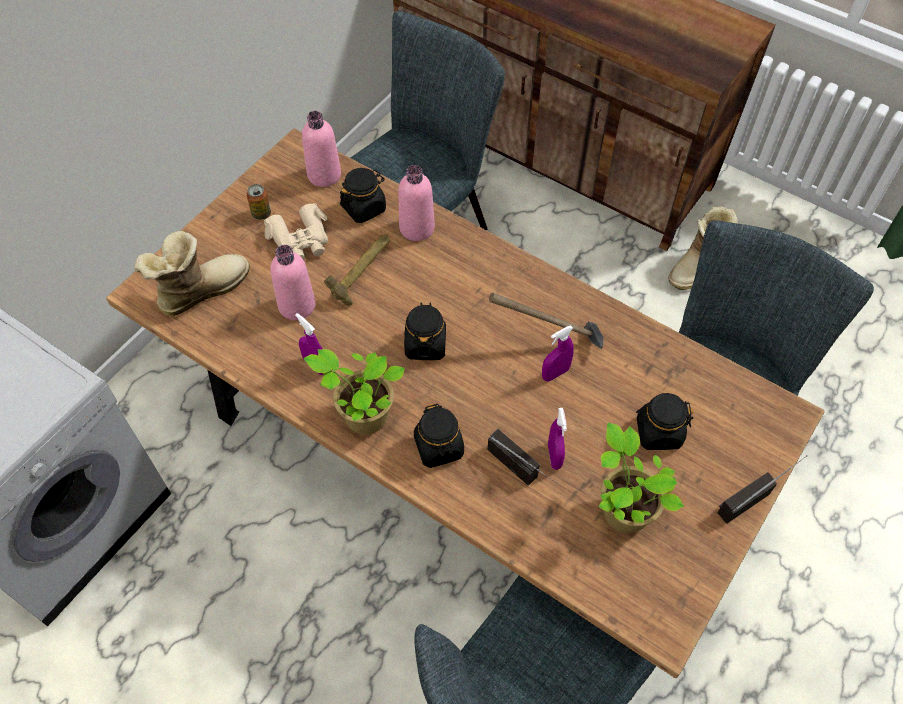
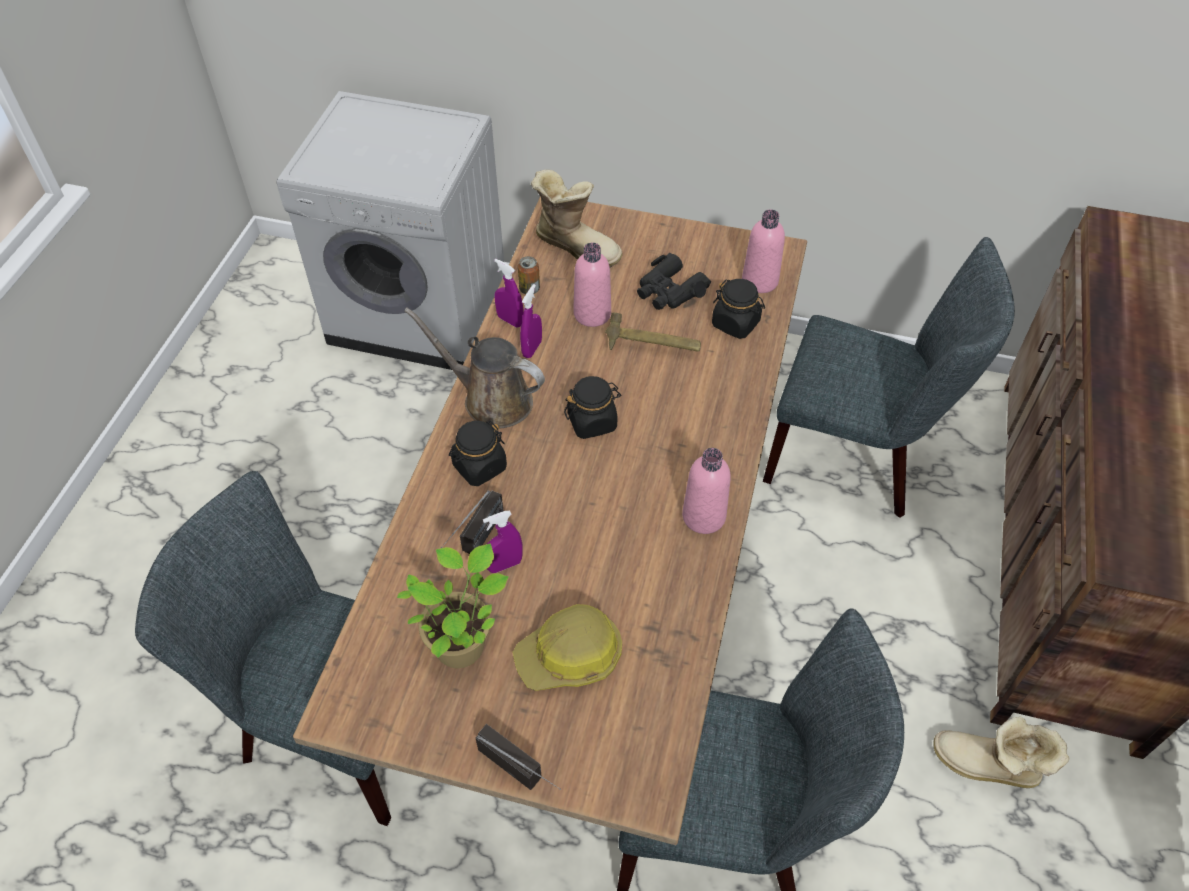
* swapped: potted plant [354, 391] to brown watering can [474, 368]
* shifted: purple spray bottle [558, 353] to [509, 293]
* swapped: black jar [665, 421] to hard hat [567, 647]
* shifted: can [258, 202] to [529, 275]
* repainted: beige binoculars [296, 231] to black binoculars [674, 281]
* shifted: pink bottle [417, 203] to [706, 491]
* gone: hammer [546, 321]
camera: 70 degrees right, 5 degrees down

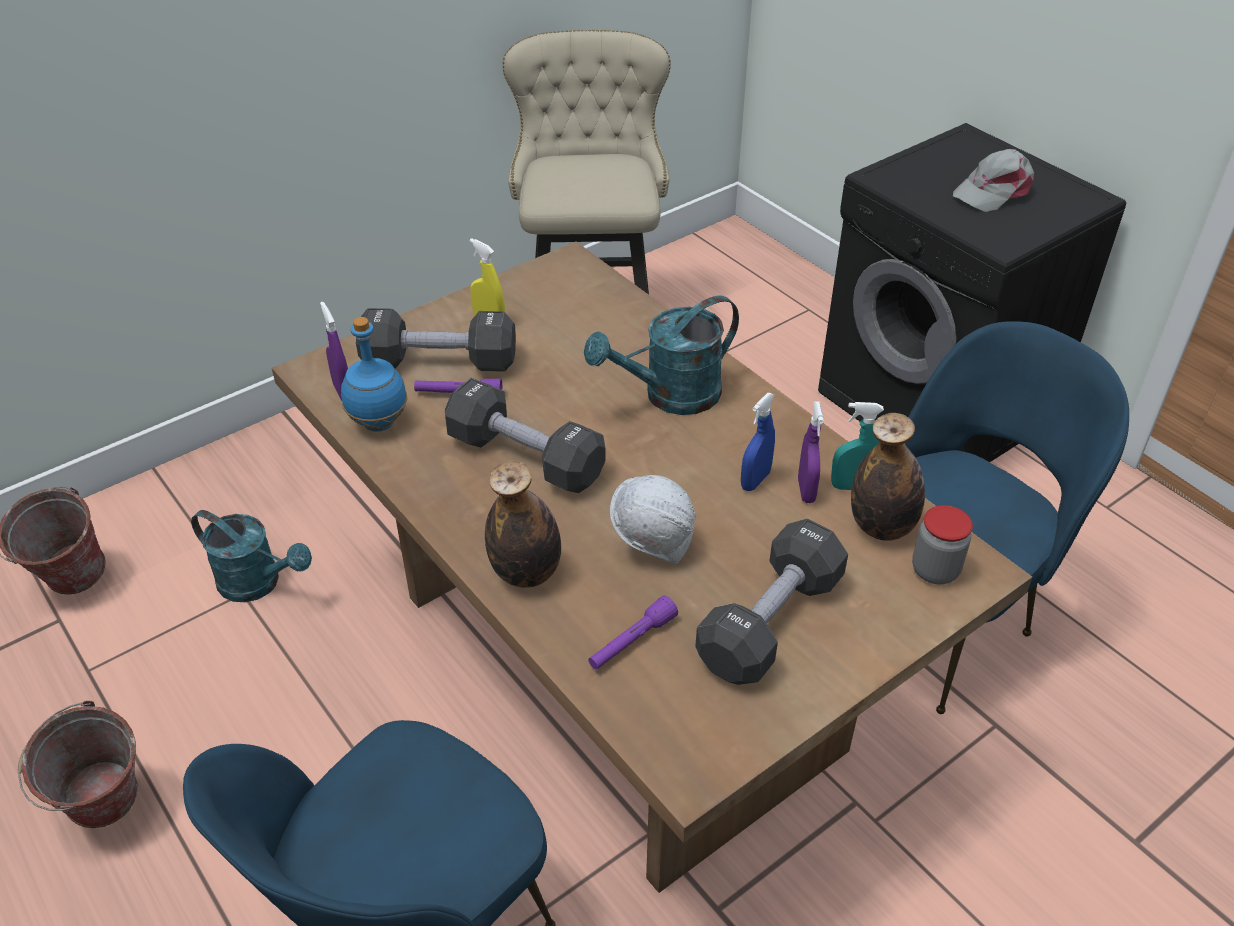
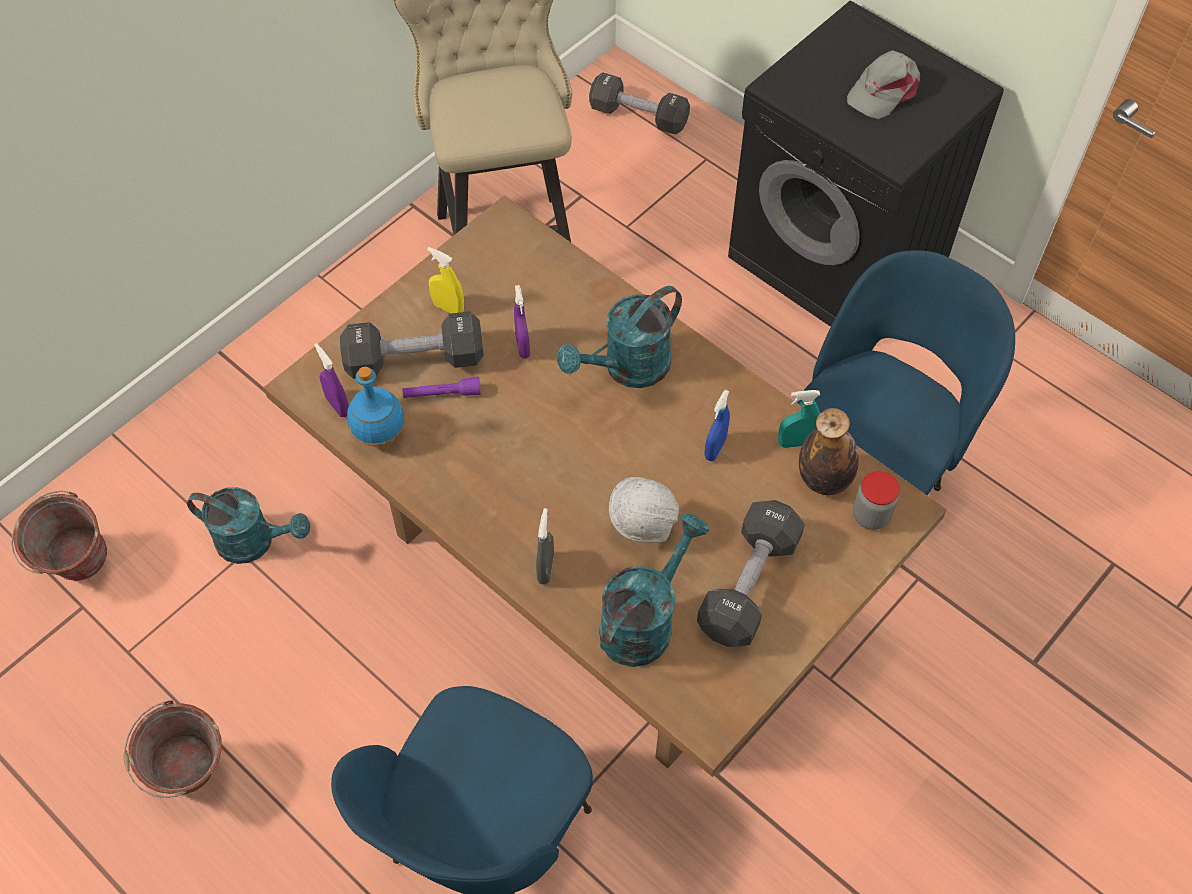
* shifted: purple spray bottle [811, 452] to [522, 322]
* swapped: bottle [523, 524] to grey spray bottle [545, 546]
* shifted: black dumbbell [525, 435] to [639, 103]
* swapped: purple flashlight [633, 632] to turquoise watering can [654, 590]
camera: 10 degrees left, 15 degrees up

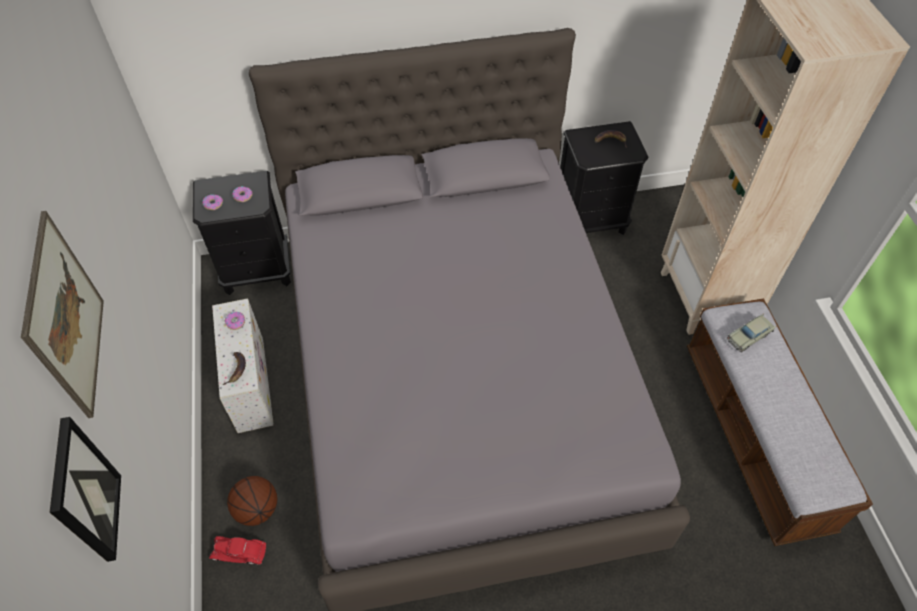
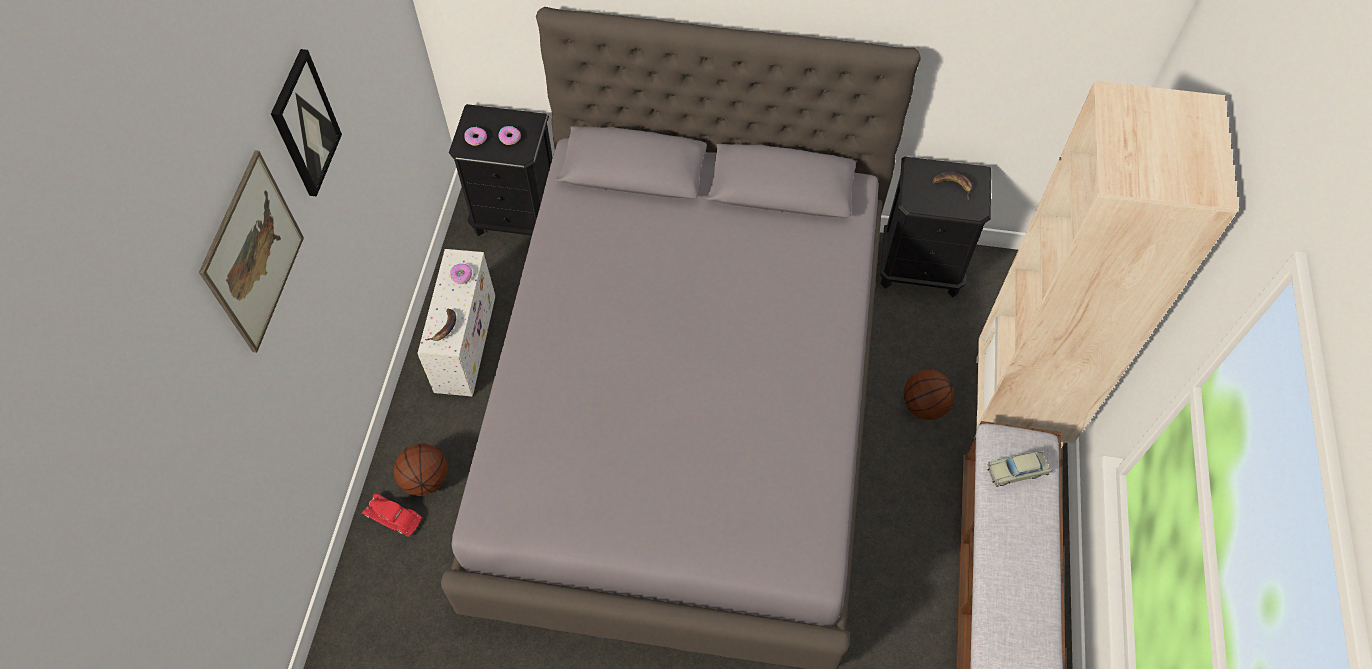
* shifted: picture [85, 489] to [306, 123]
* new: basketball [929, 394]
camera: 20 degrees right, 5 degrees up

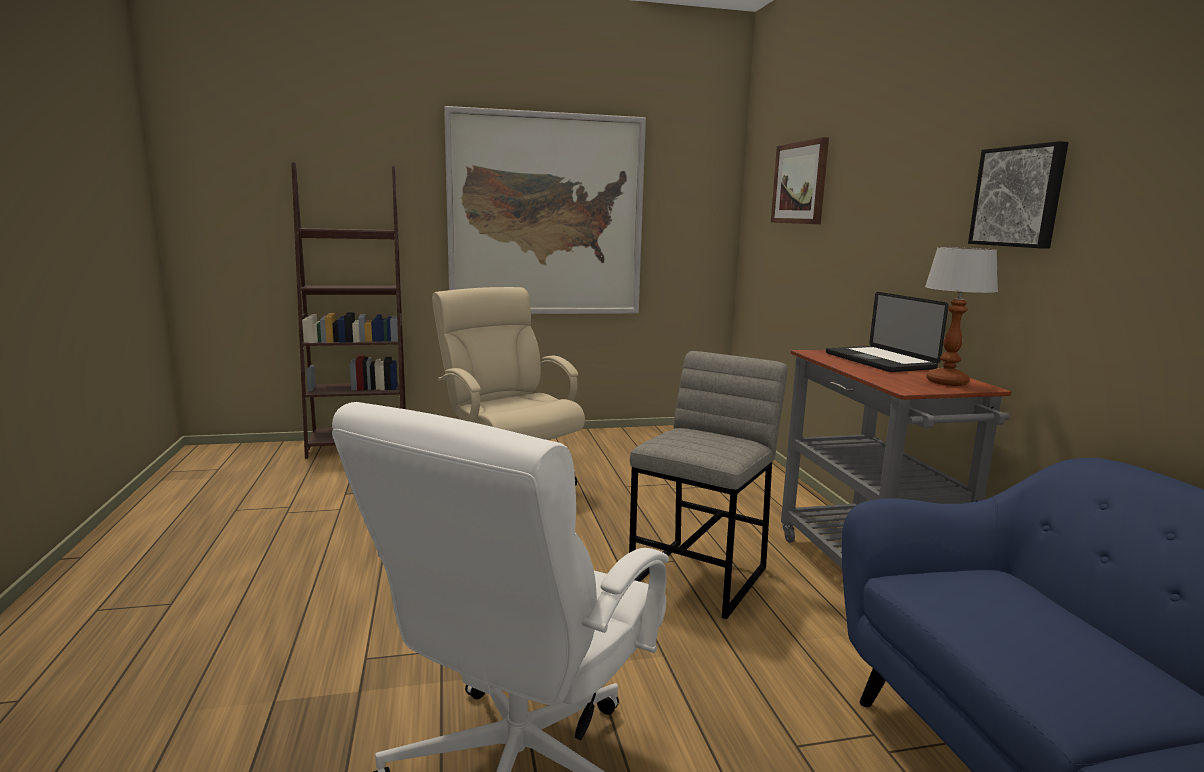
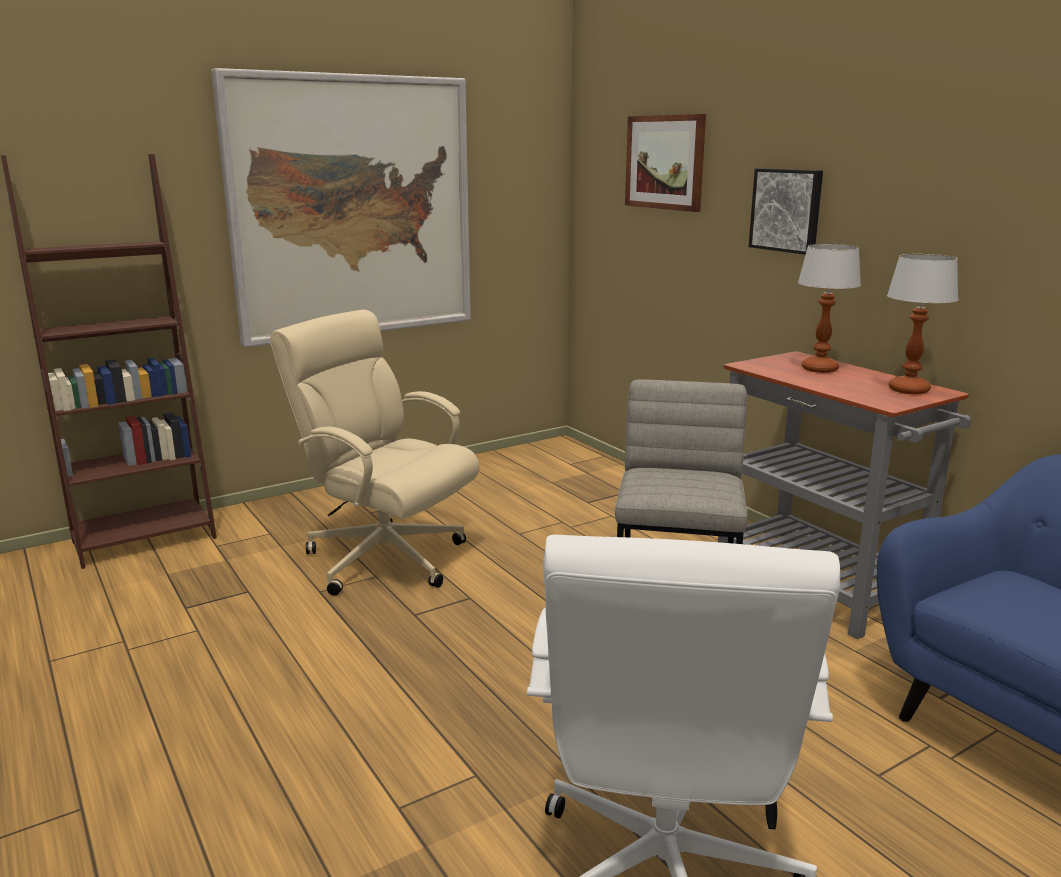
* shifted: picture [1018, 195] to [786, 211]
* swapped: laptop [887, 332] to table lamp [829, 308]
camera: 20 degrees left, 5 degrees up

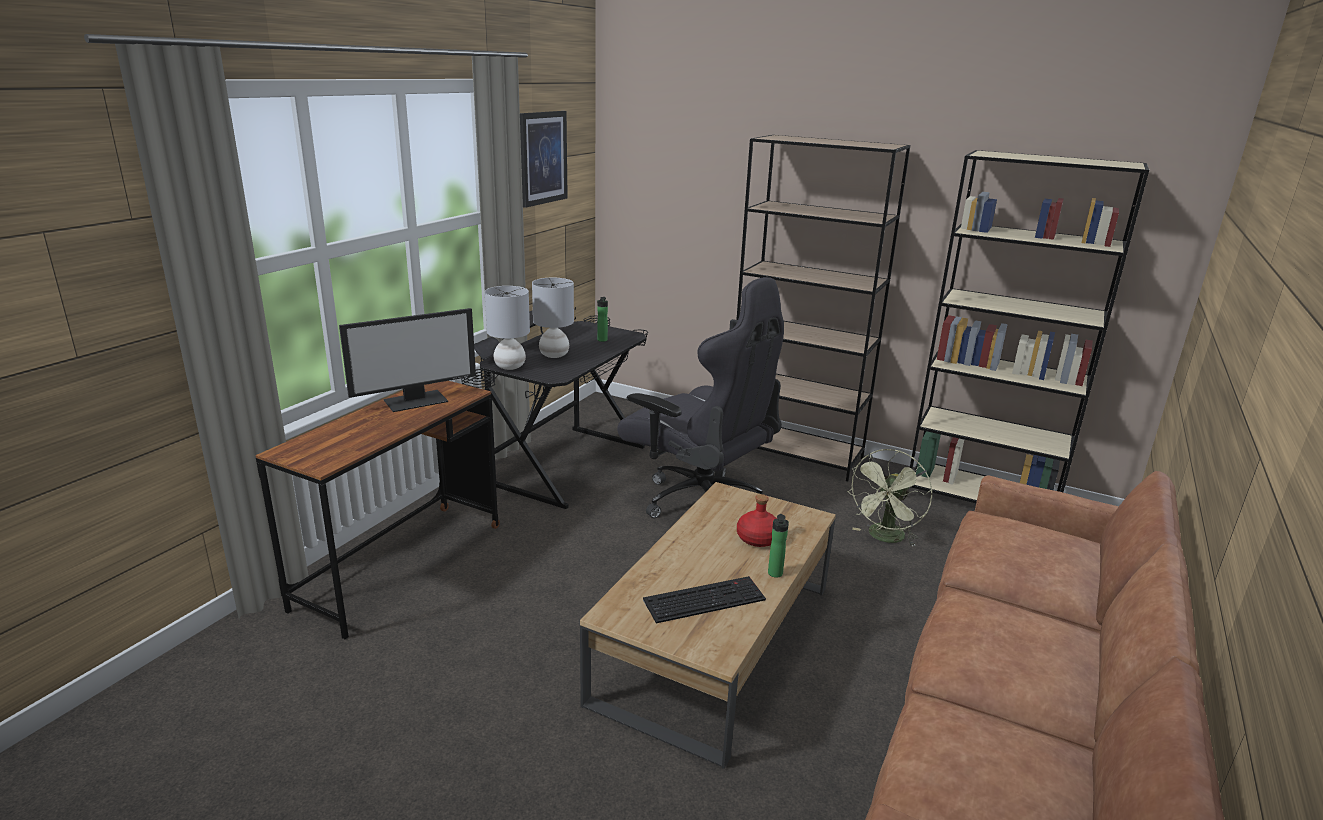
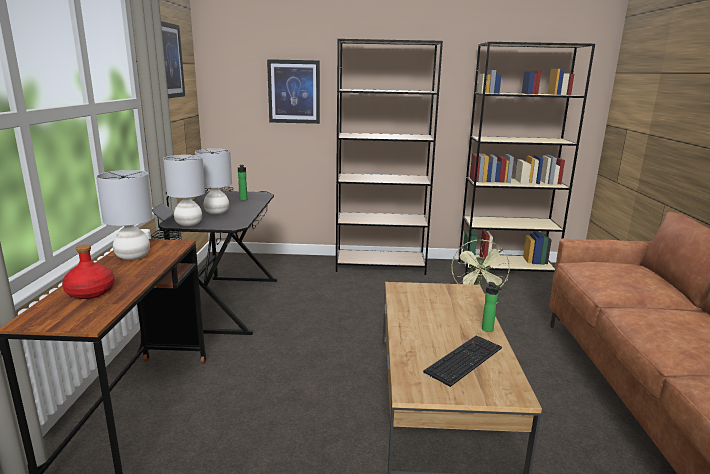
* shifted: red bottle [757, 520] to [88, 271]
* swapped: monitor [407, 360] to grey table lamp [124, 215]
* new: picture [293, 91]
* gone: black office chair [700, 397]
camera: 25 degrees left, 5 degrees down

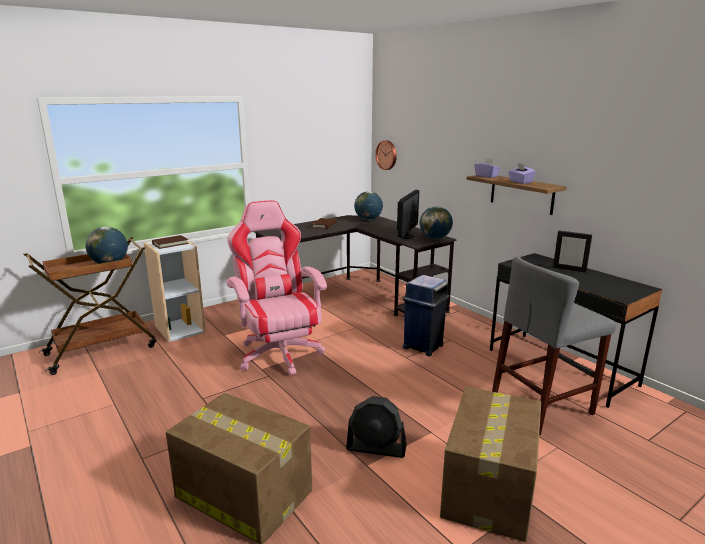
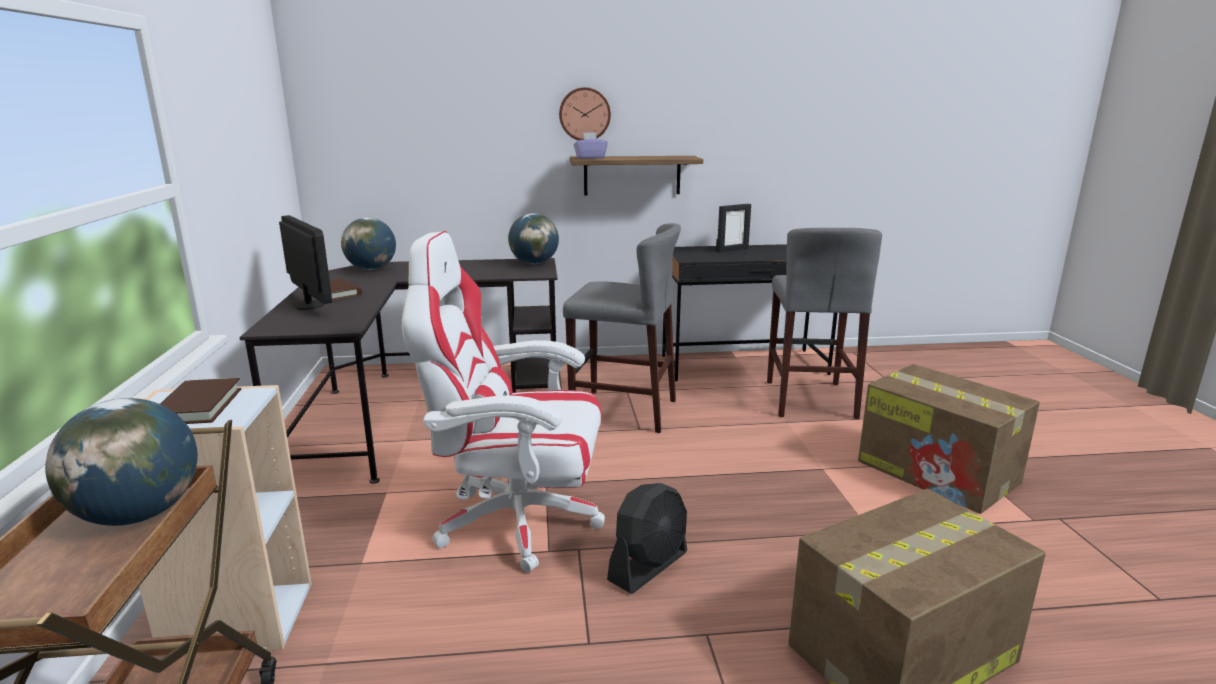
* shifted: monitor [408, 214] to [305, 262]
* repainted: pink office chair [276, 288] to white office chair [503, 402]
* shifted: wall clock [386, 155] to [585, 113]
* swapped: blue trash can [426, 315] to grey stool [622, 328]
* shifted: black fan [376, 427] to [647, 538]
* gone: purple tissue box [522, 173]
camera: 60 degrees left, 0 degrees up

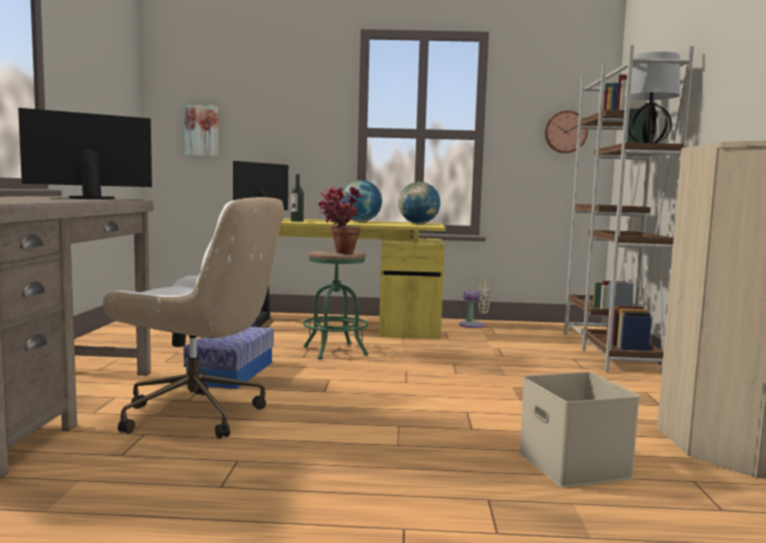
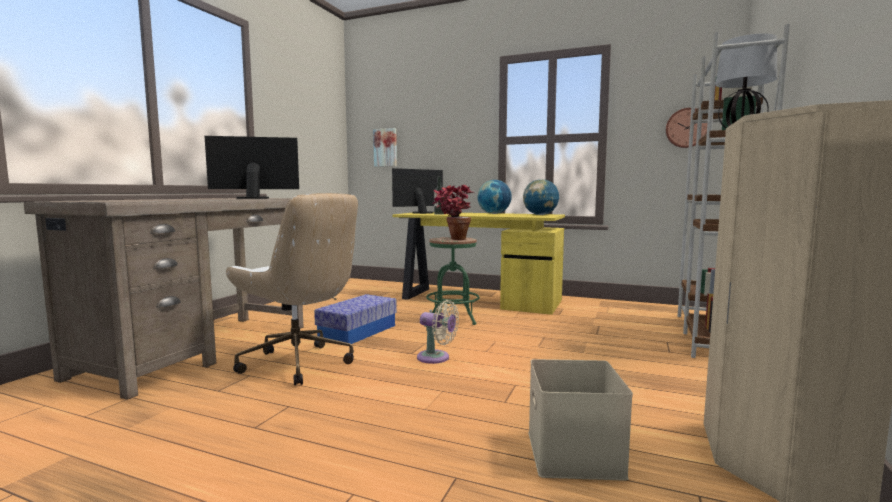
* shifted: beige fan [474, 304] to [438, 332]
camera: 20 degrees right, 0 degrees up

